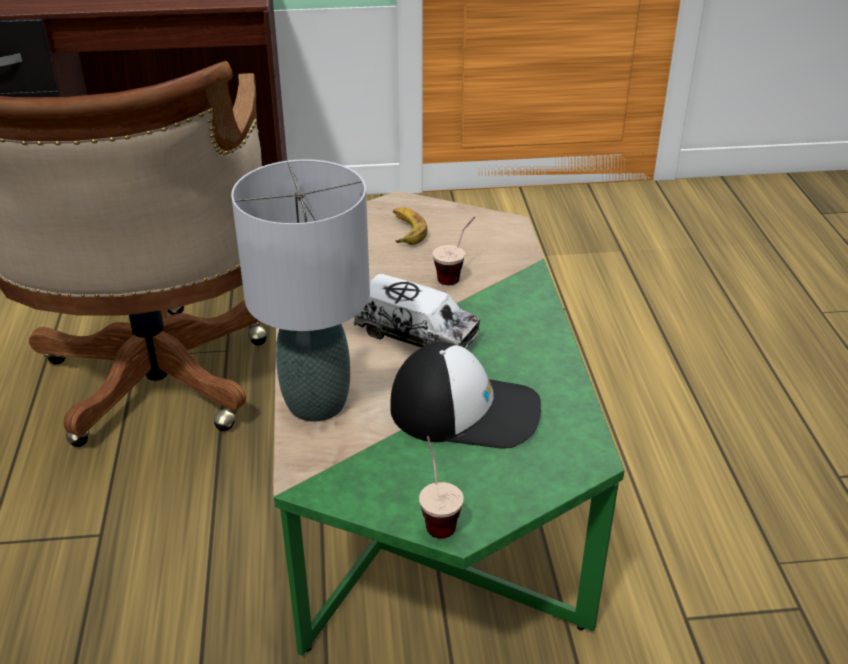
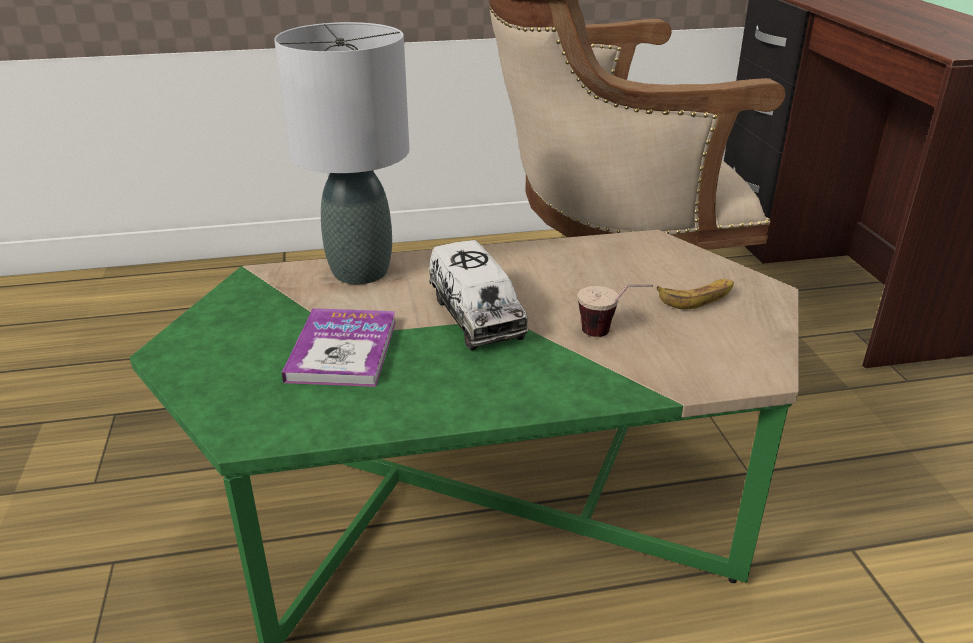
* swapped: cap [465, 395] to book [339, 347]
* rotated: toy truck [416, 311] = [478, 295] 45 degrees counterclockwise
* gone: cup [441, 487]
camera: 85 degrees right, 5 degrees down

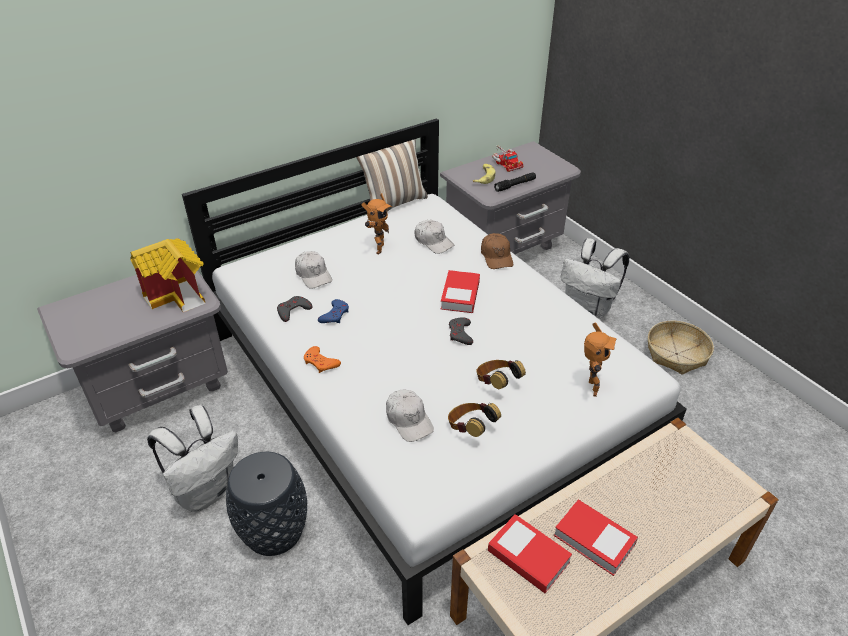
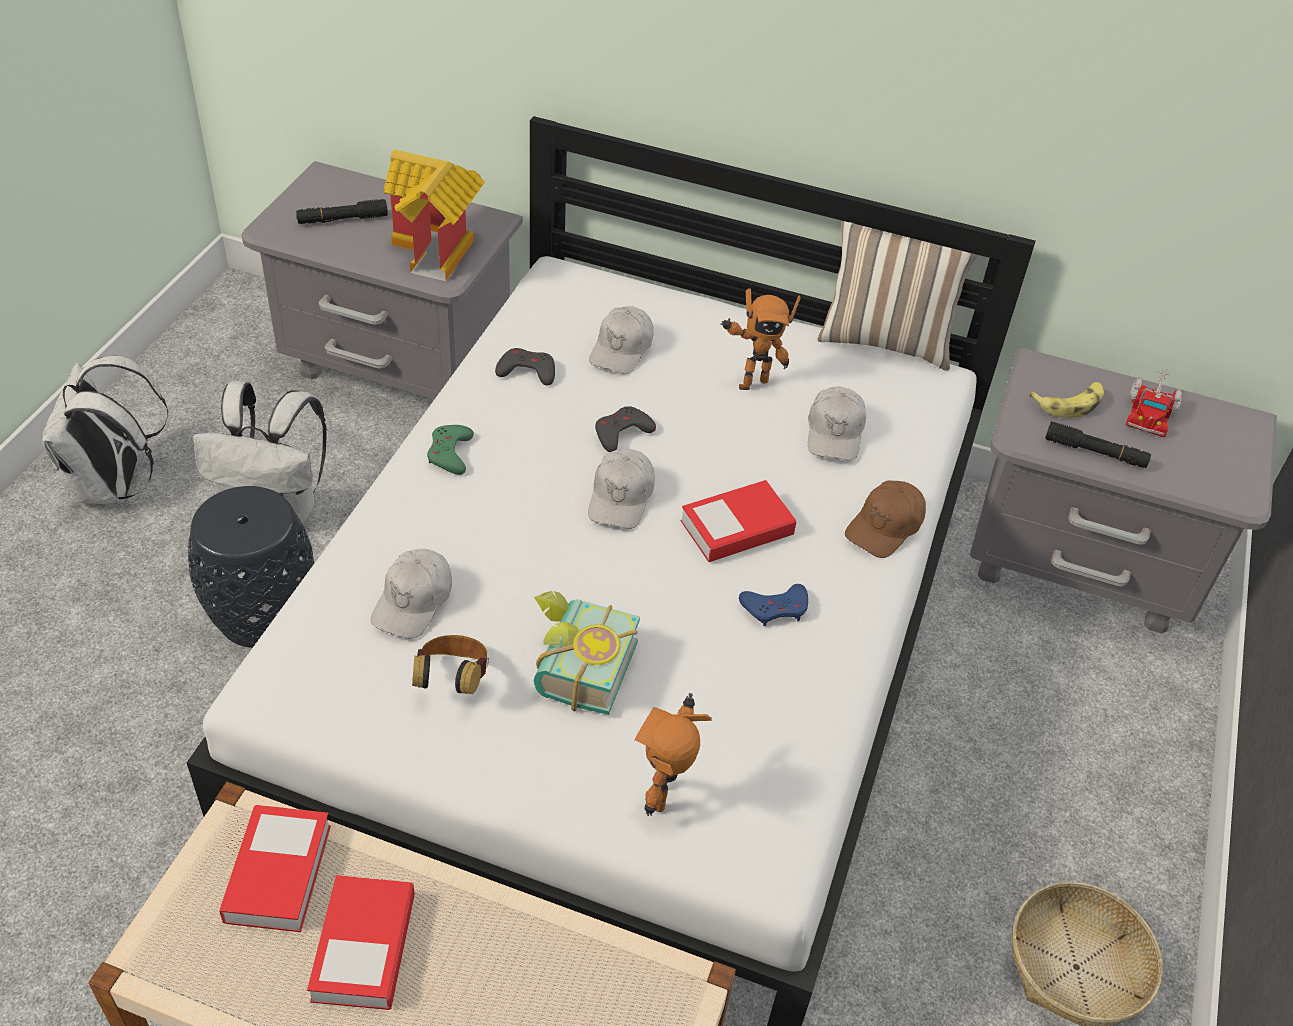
* shifted: white backpack [595, 278] to [105, 430]
* new: black flashlight [342, 211]
* repainted: orange game controller [322, 359] to green game controller [450, 450]
* swapped: headphones [501, 374] to book [586, 653]
* new: white cap [621, 489]
* shifted: grey game controller [461, 331] to [625, 429]
* rotated: toy robot [600, 359] = [673, 754] 135 degrees clockwise
* shifted: blue game controller [333, 311] to [773, 605]
camera: 50 degrees right, 5 degrees up

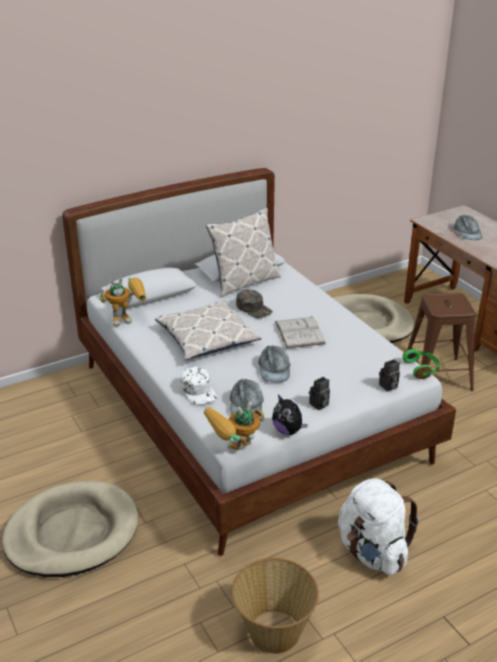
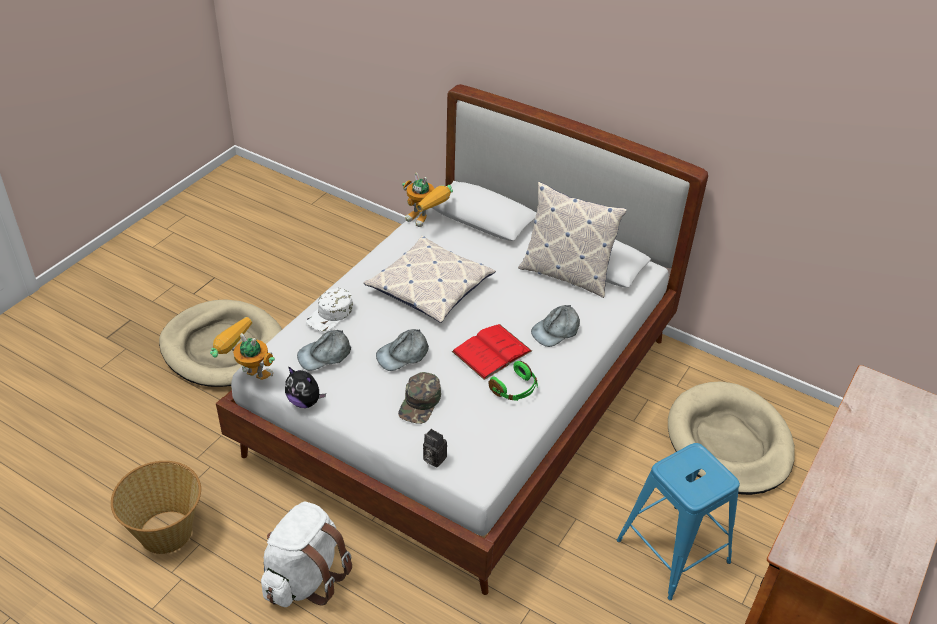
* rotated: plush toy [290, 415] = [305, 387] 75 degrees counterclockwise
* shifted: green cap [254, 303] to [419, 398]
* repainted: white book [300, 332] to red book [492, 352]
* shifted: green headphones [422, 364] to [513, 381]
* shifted: grey cap [468, 227] to [555, 326]
* repainted: brown stool [441, 342] to blue stool [678, 521]
* gone: photo camera [319, 393]
camera: 60 degrees right, 10 degrees up

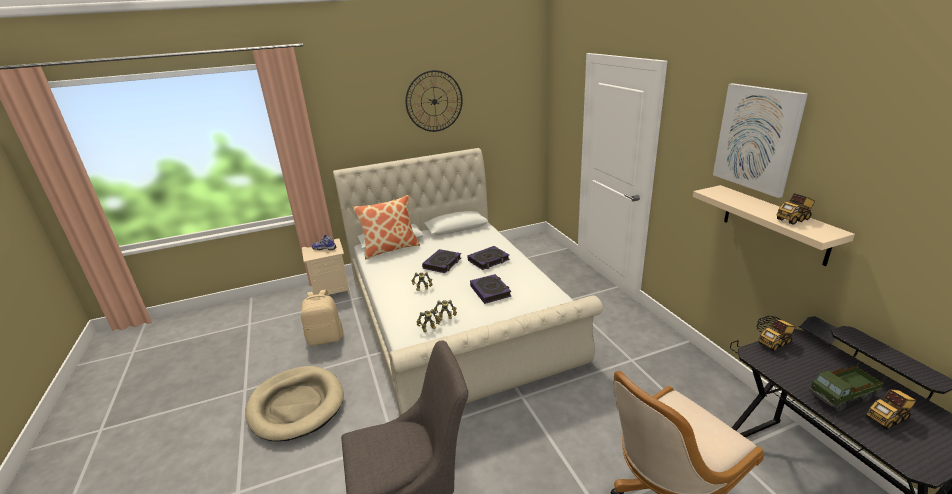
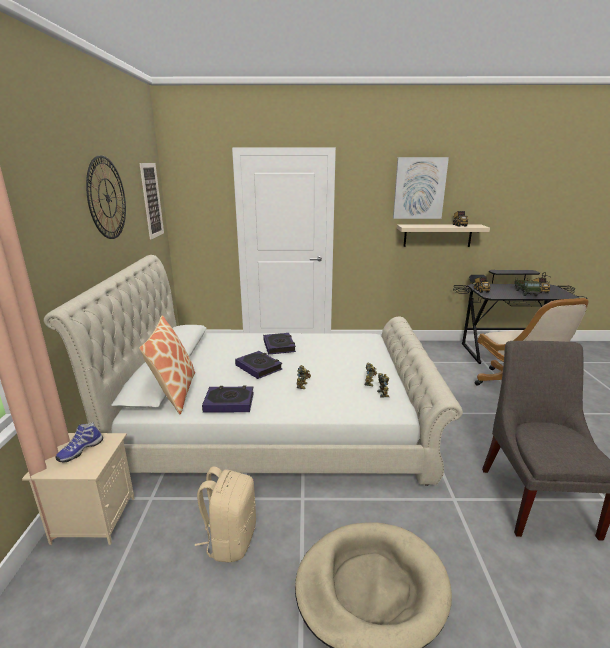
* new: picture [151, 201]
* shifted: book [490, 289] to [228, 399]
camera: 70 degrees left, 5 degrees down

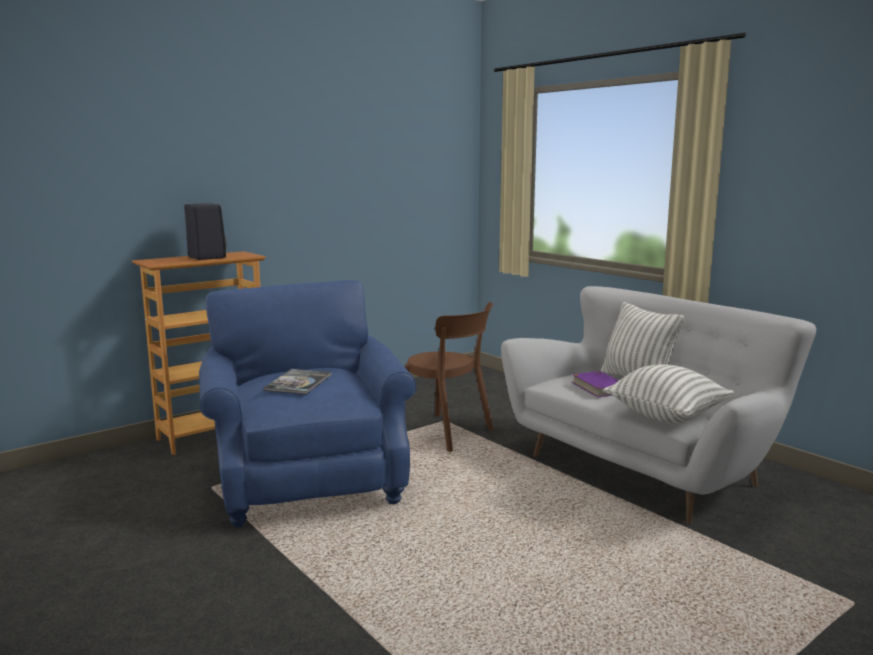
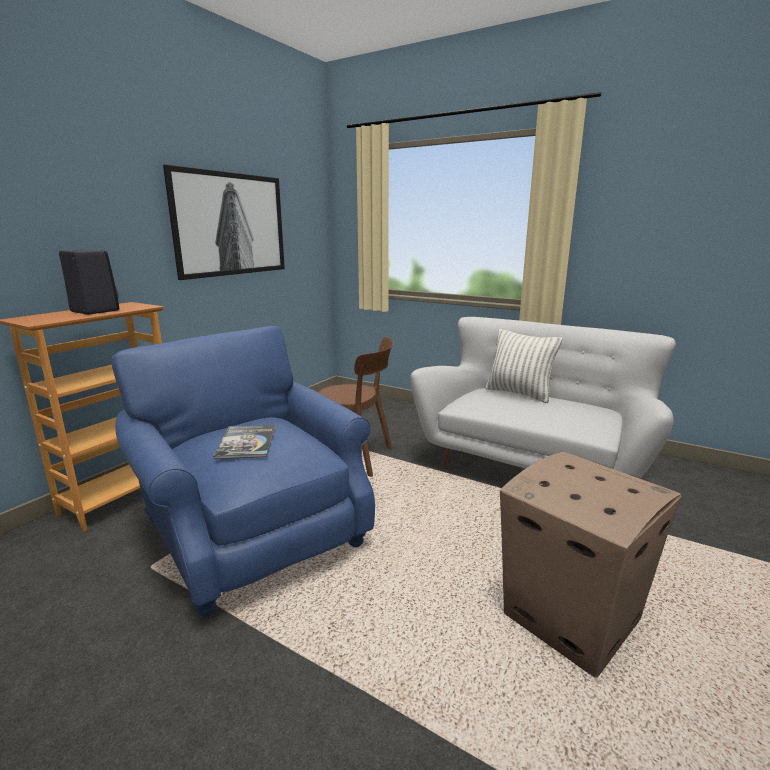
* new: picture [224, 222]
* new: cardboard box [590, 565]
* gone: purple book [595, 384]
* gone: pillow [668, 394]
camera: 20 degrees left, 5 degrees up

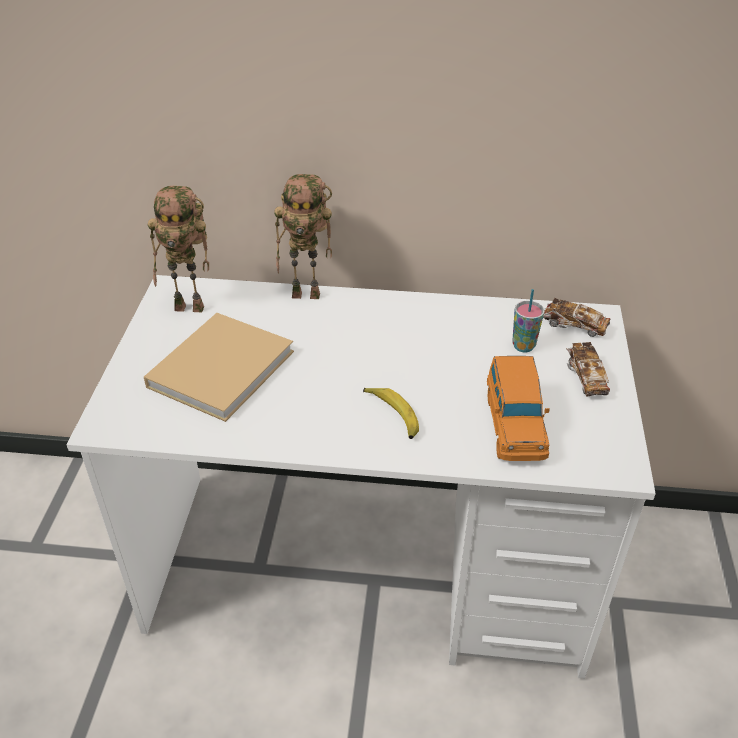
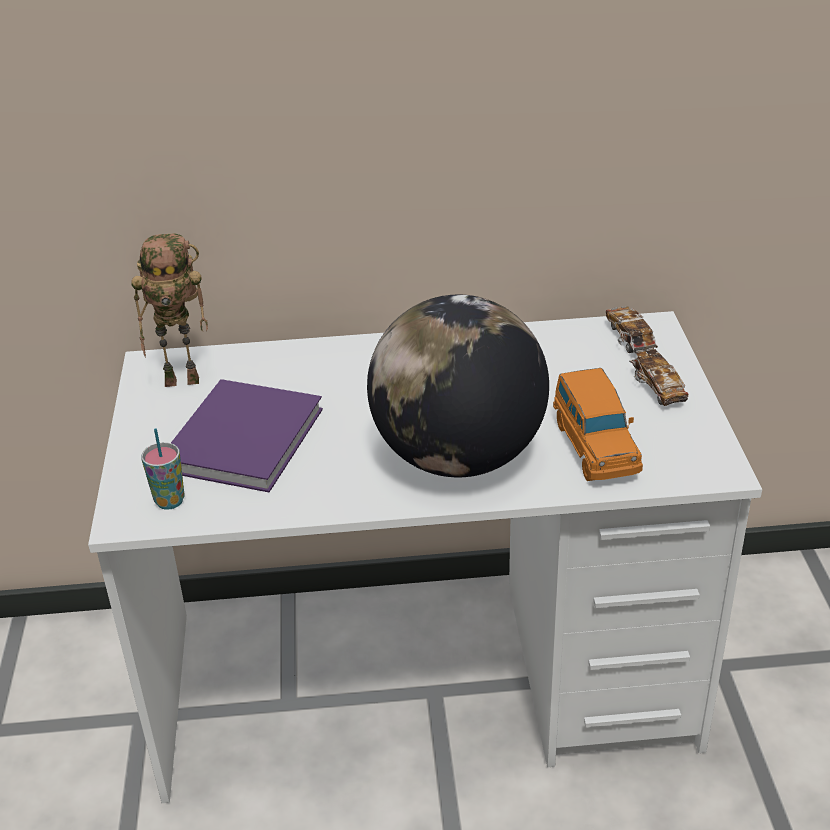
* shifted: cup [528, 320] to [162, 469]
* repainted: beige book [219, 367] to purple book [247, 435]
* swapped: banana [391, 413] to globe [458, 385]
* rotated: toy car [576, 317] = [632, 329] 120 degrees counterclockwise
* gone: toy robot [303, 236]
camera: 10 degrees left, 5 degrees down

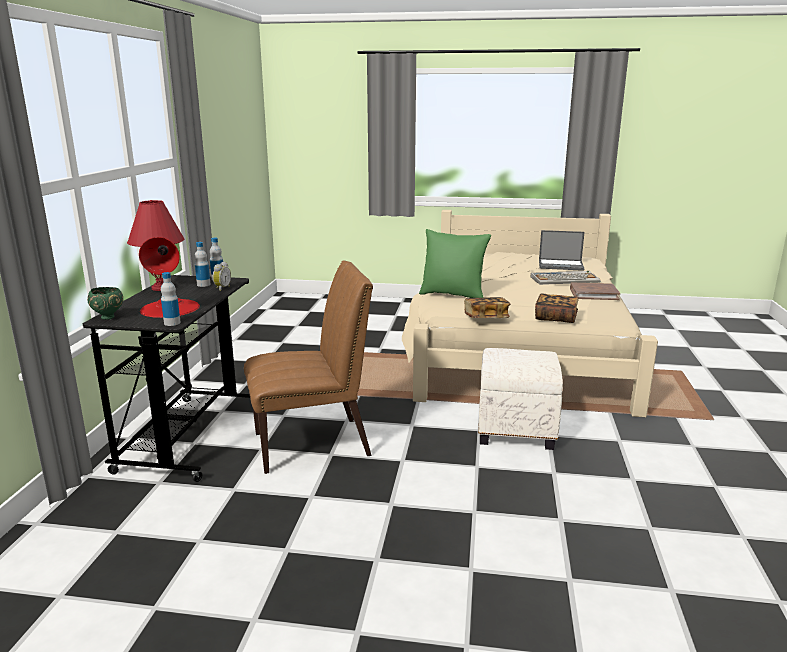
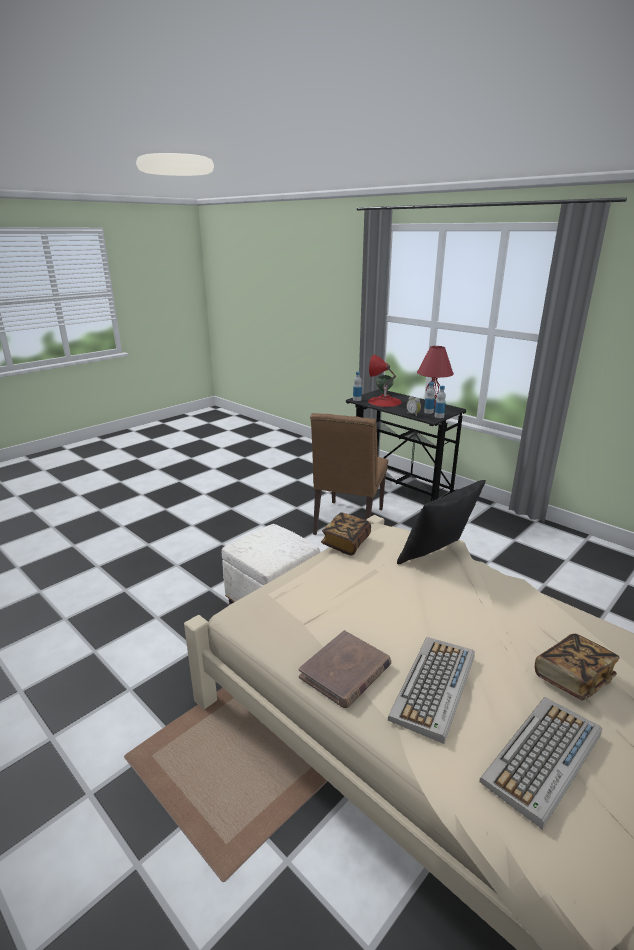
* repainted: green pillow [455, 263] to black pillow [441, 522]
* swapped: laptop [562, 250] to keyboard [541, 763]
* shifted: book [557, 308] to [577, 667]
camera: 125 degrees right, 5 degrees up

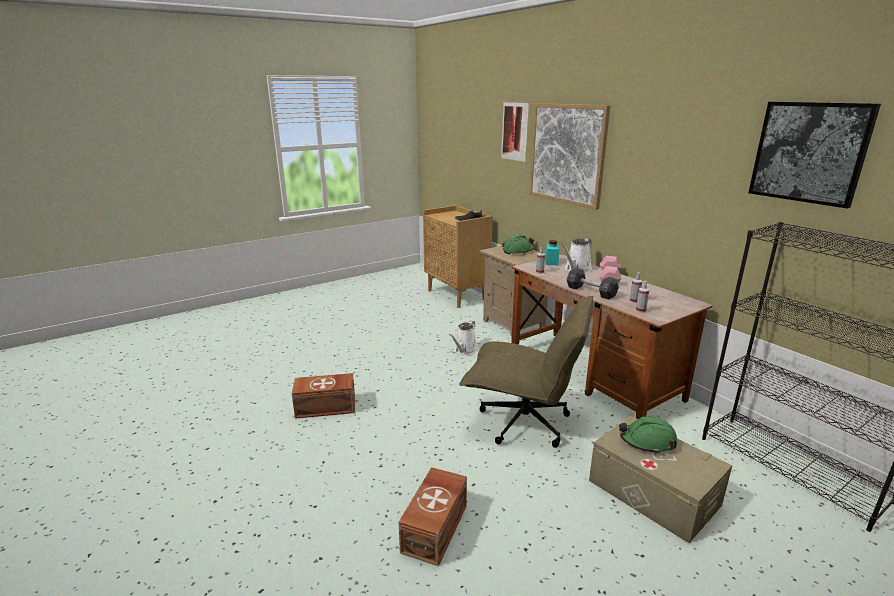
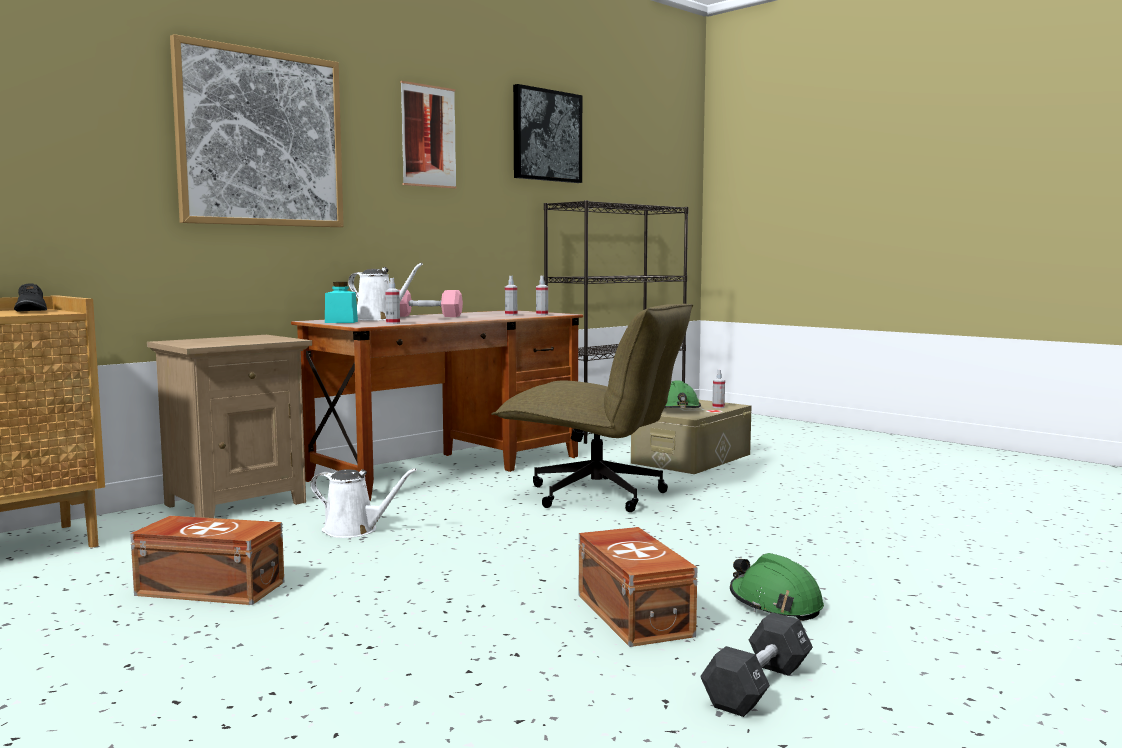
* shifted: brown storage box [433, 516] to [207, 560]
* shifted: picture [515, 132] to [428, 135]
* rotated: beige office chair [526, 372] = [592, 408] 105 degrees clockwise
* shifted: black dumbbell [593, 284] to [756, 664]
* new: spray bottle [718, 388]
* shifted: green hard hat [518, 244] to [777, 587]
camera: 100 degrees left, 15 degrees down

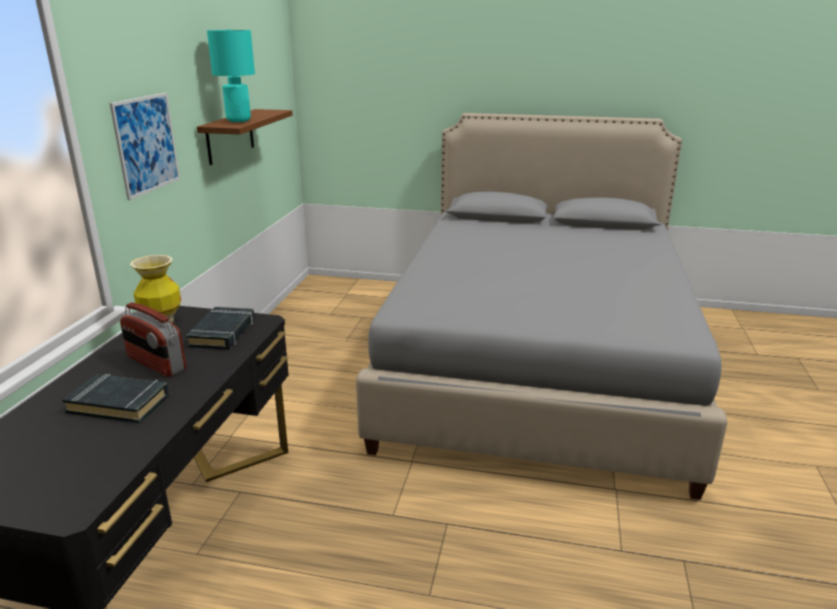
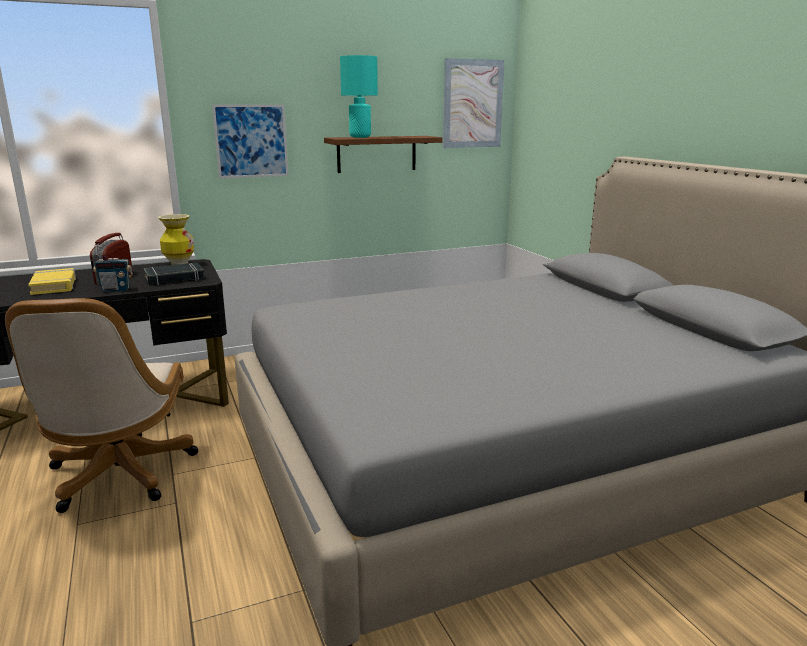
* new: office chair [101, 405]
* repainted: black book [115, 398] to yellow book [52, 281]
* new: radio [113, 268]
* new: picture [474, 103]
camera: 55 degrees right, 5 degrees down

